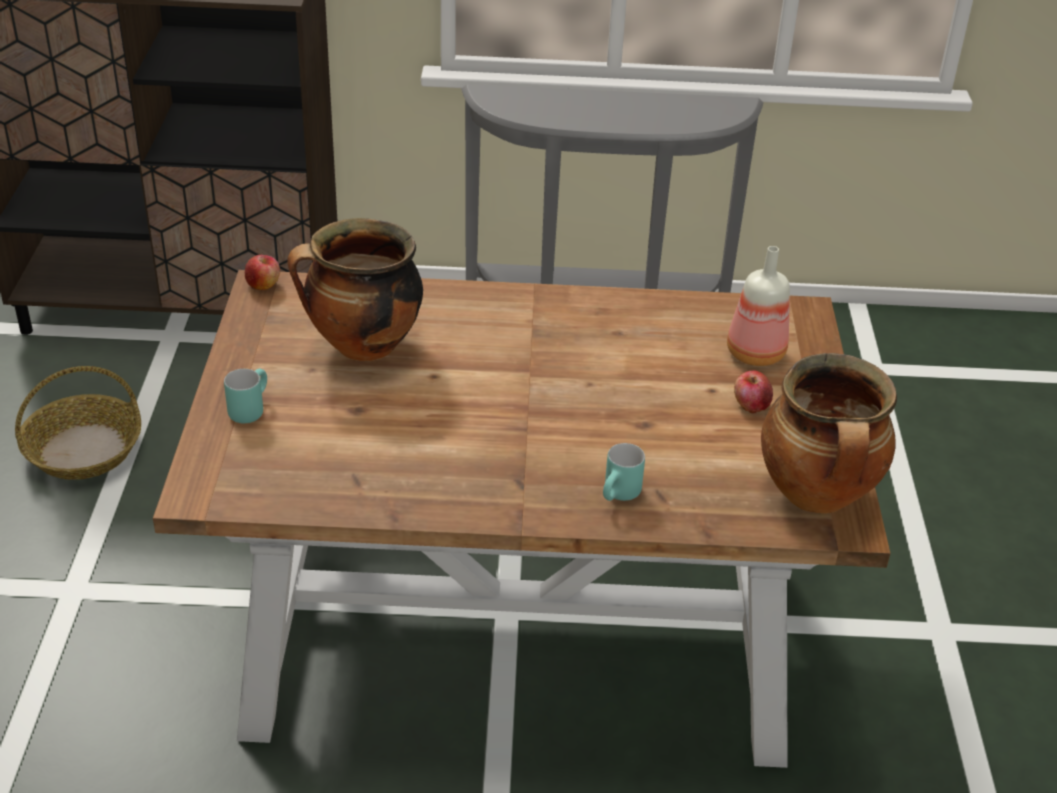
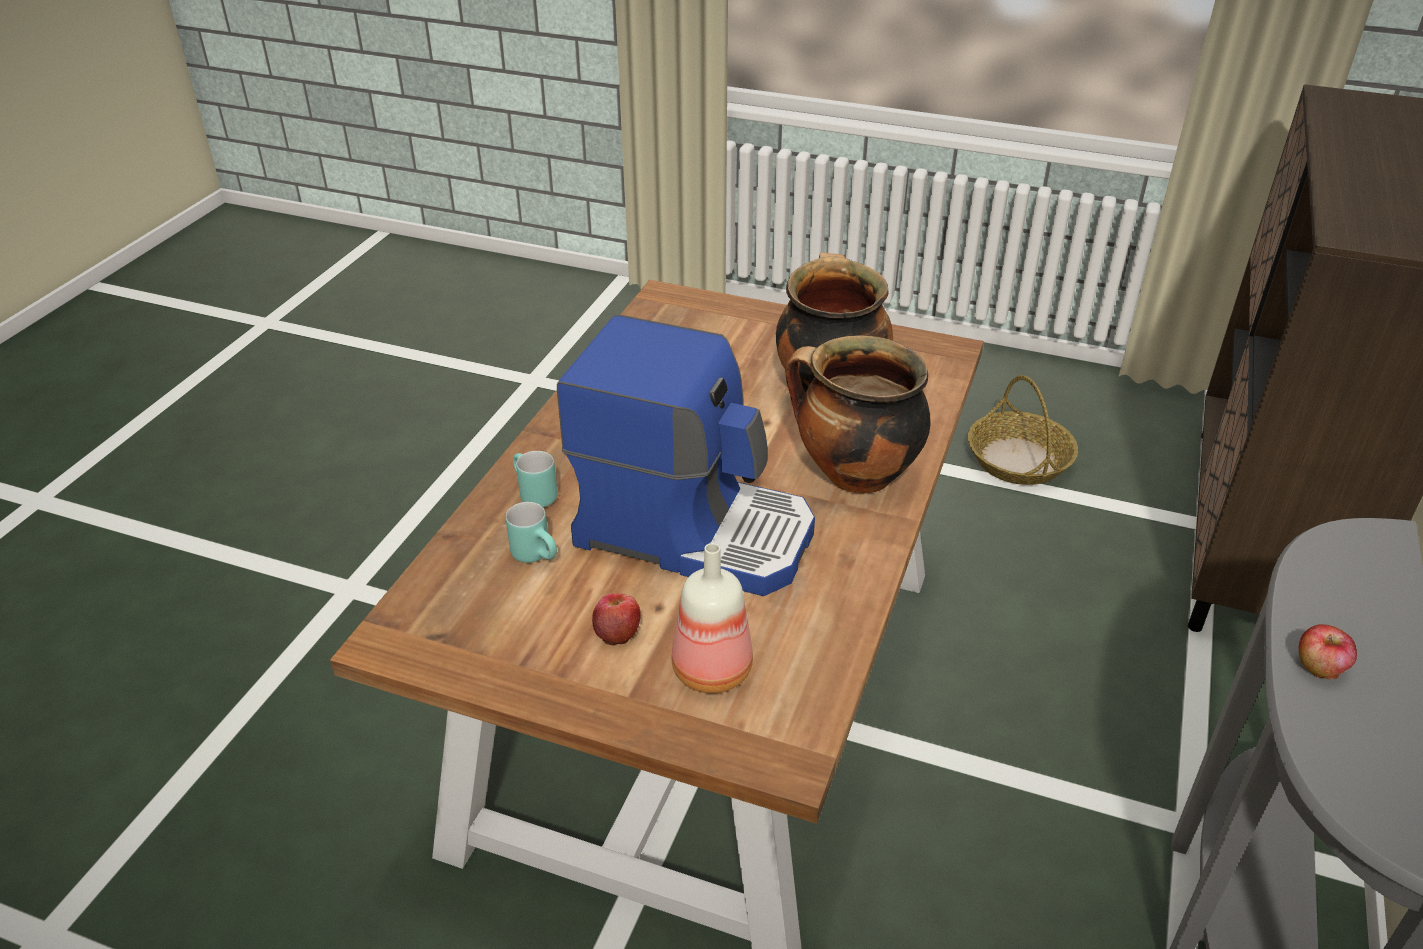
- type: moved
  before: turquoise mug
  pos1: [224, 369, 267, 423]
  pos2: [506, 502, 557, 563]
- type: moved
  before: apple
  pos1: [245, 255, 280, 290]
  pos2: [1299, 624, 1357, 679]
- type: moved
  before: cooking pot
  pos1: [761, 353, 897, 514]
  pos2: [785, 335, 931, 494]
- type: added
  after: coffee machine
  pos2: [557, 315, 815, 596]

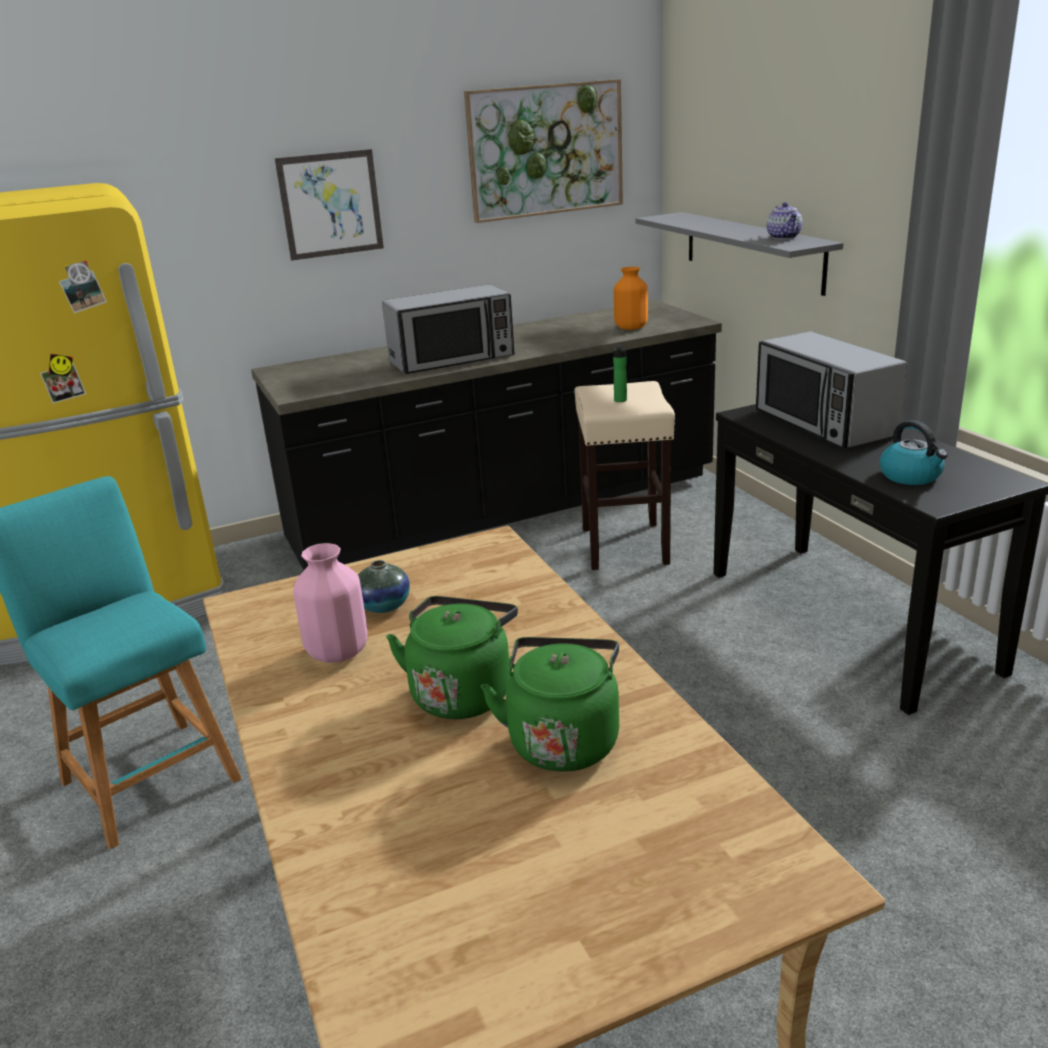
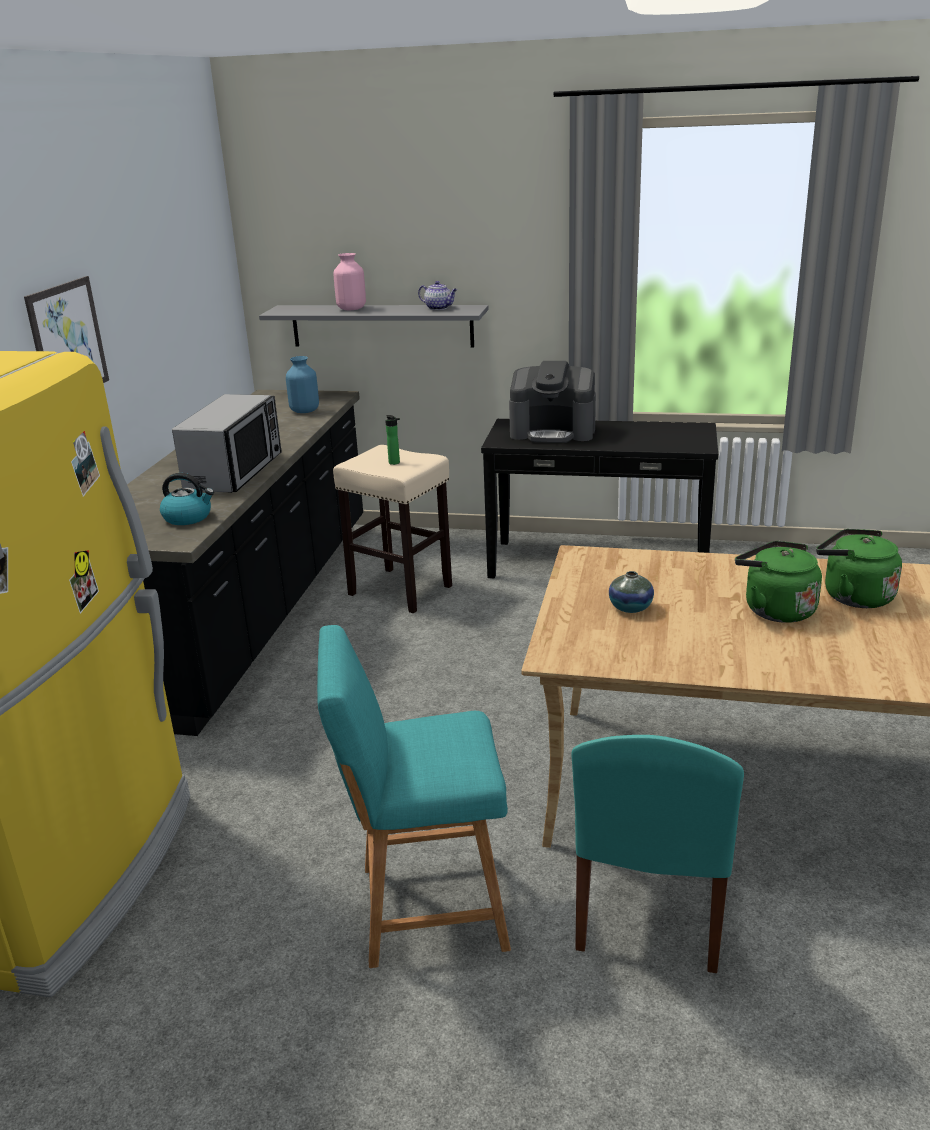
- type: moved
  before: pink vase
  pos1: [293, 543, 367, 663]
  pos2: [333, 253, 366, 310]
- type: removed
  before: picture
  pos1: [464, 79, 623, 223]
- type: recoloured
  before: orange vase
  after: blue vase
  pos1: [614, 267, 648, 330]
  pos2: [286, 356, 319, 413]
- type: replaced
  before: microwave
  after: coffee machine
  pos1: [756, 331, 907, 448]
  pos2: [509, 361, 596, 443]
- type: moved
  before: kettle
  pos1: [879, 420, 948, 485]
  pos2: [160, 473, 214, 525]
- type: added
  after: turquoise chair
  pos2: [571, 735, 744, 973]

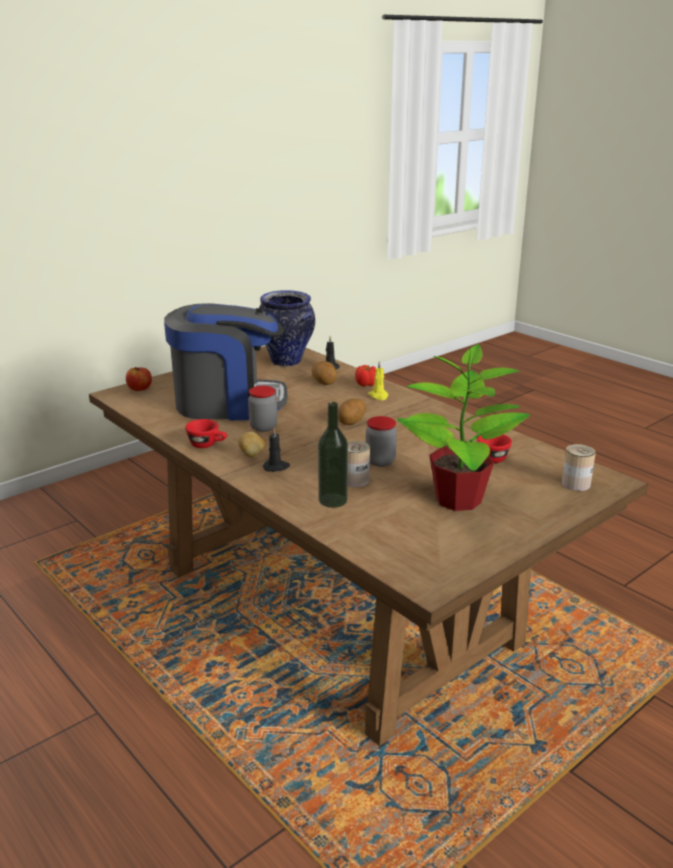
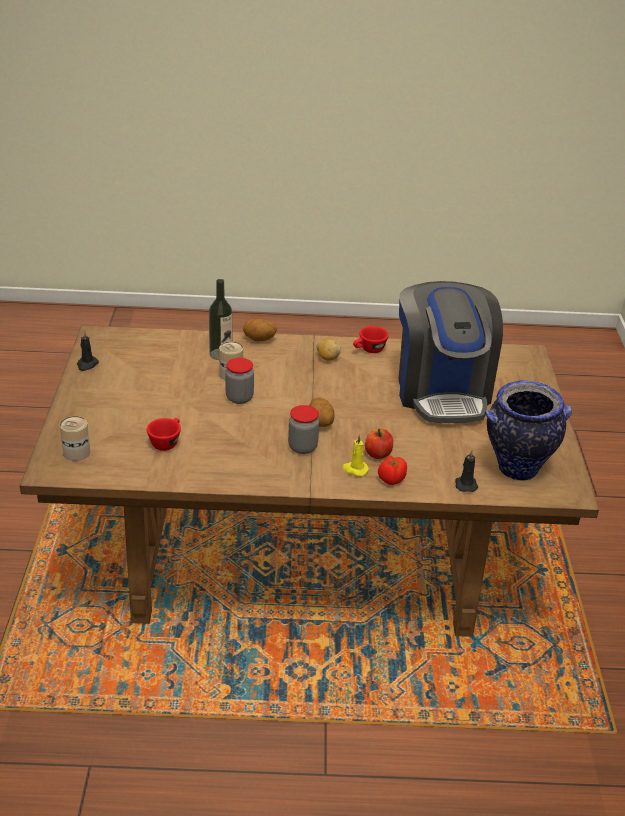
- type: moved
  before: apple
  pos1: [126, 367, 152, 391]
  pos2: [365, 429, 393, 459]
- type: turned
  before: coffee machine
  pos1: [164, 303, 287, 420]
  pos2: [399, 281, 503, 423]
  turn: -45
- type: moved
  before: jar
  pos1: [248, 386, 277, 432]
  pos2: [288, 405, 319, 454]
- type: moved
  before: black candle
  pos1: [263, 428, 290, 472]
  pos2: [77, 331, 99, 371]
- type: moved
  before: potato
  pos1: [312, 361, 337, 385]
  pos2: [243, 319, 277, 341]
- type: removed
  before: potted plant
  pos1: [397, 344, 530, 511]

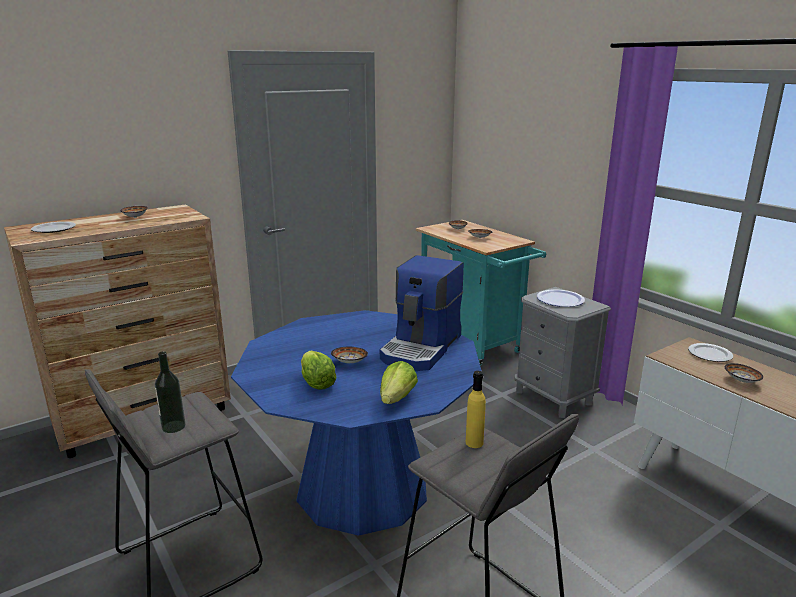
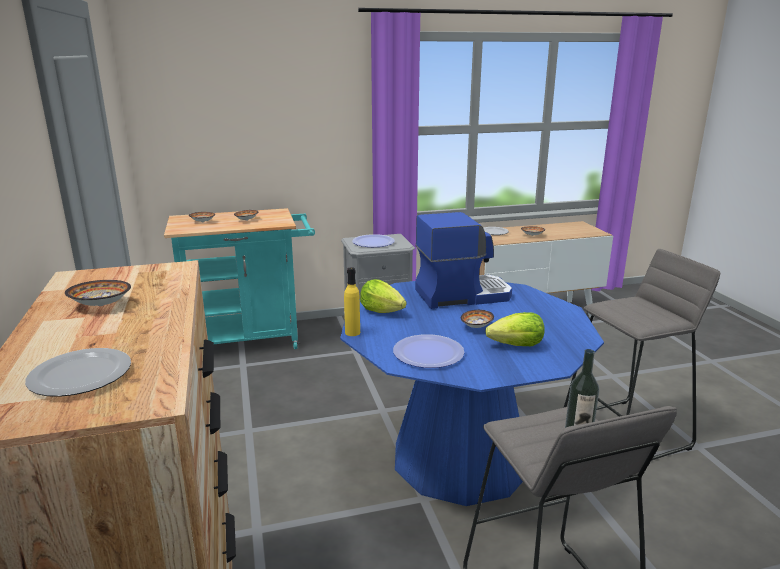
- type: turned
  before: coffee machine
  pos1: [380, 255, 464, 371]
  pos2: [415, 212, 512, 309]
  turn: -60
- type: moved
  before: lettuce
  pos1: [380, 361, 418, 404]
  pos2: [360, 279, 407, 313]
- type: moved
  before: yellow bottle
  pos1: [466, 371, 486, 448]
  pos2: [344, 267, 360, 336]
- type: added
  after: plate
  pos2: [393, 334, 464, 368]

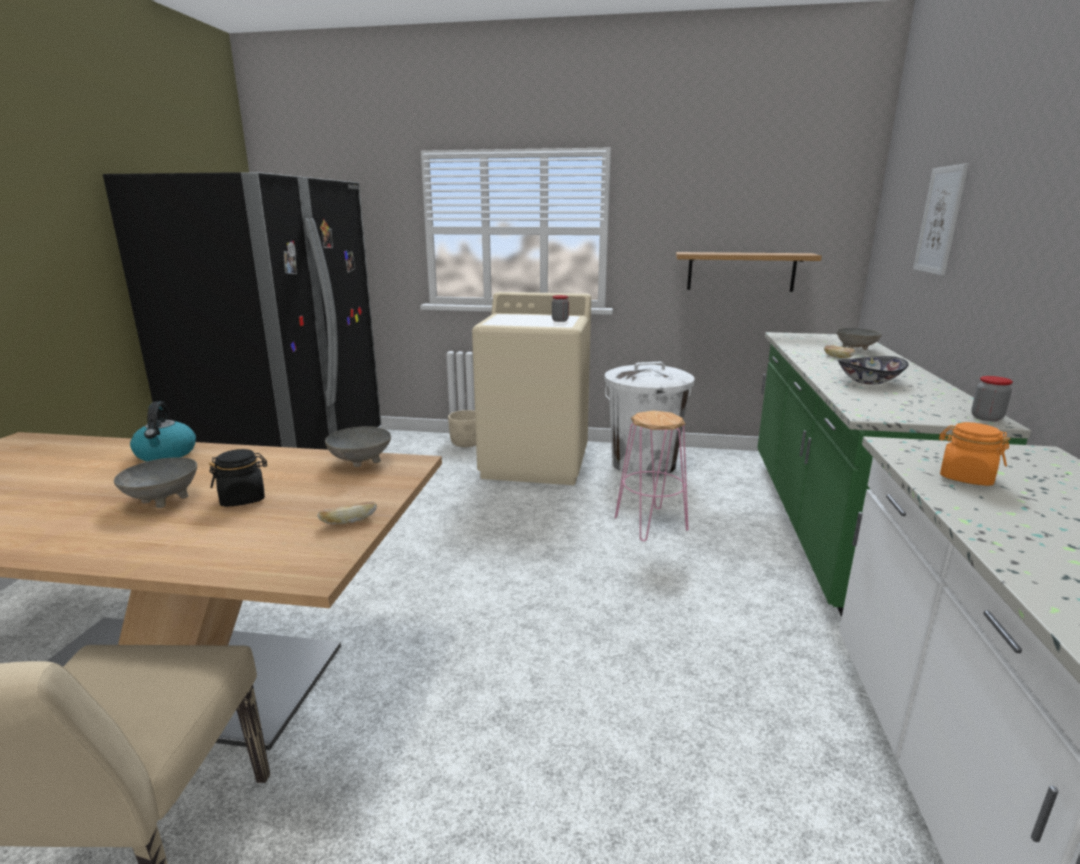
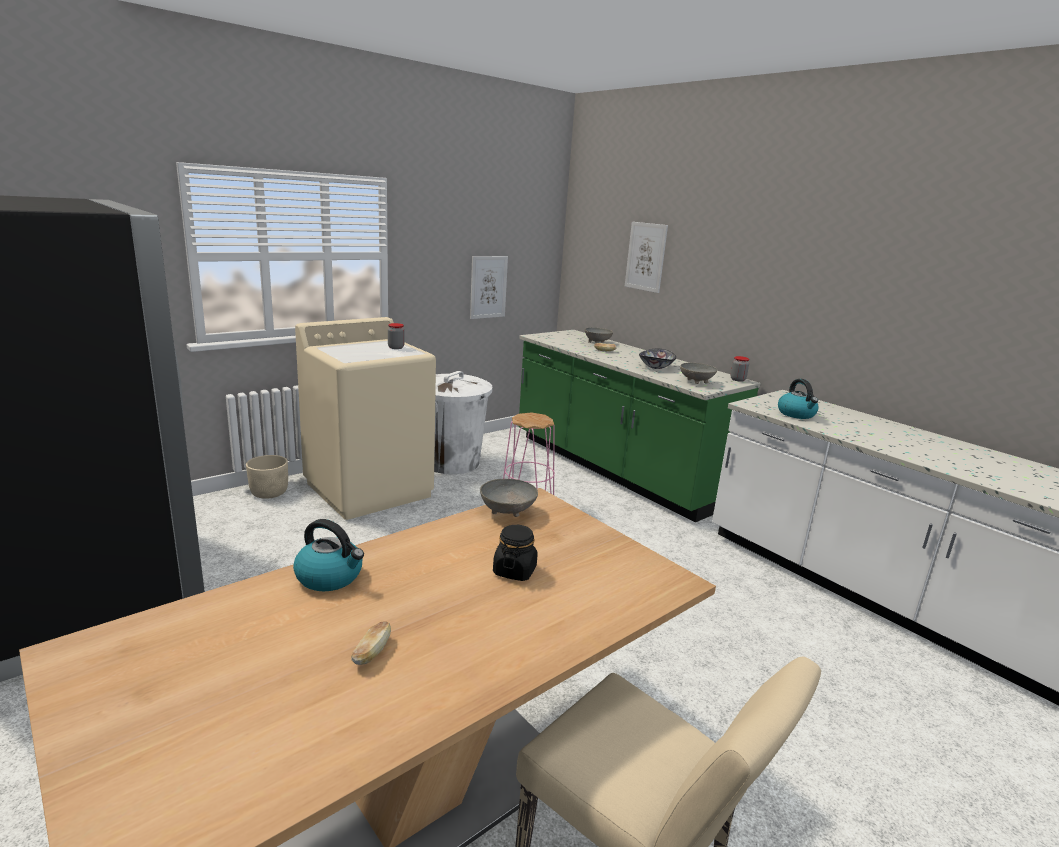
- type: moved
  before: grey bowl
  pos1: [114, 457, 197, 508]
  pos2: [680, 363, 717, 384]
- type: moved
  before: bread
  pos1: [317, 502, 377, 524]
  pos2: [351, 622, 391, 665]
- type: replaced
  before: shelf
  after: picture
  pos1: [676, 252, 822, 292]
  pos2: [470, 256, 508, 319]
- type: replaced
  before: orange jar
  after: kettle
  pos1: [939, 422, 1011, 486]
  pos2: [778, 379, 818, 419]

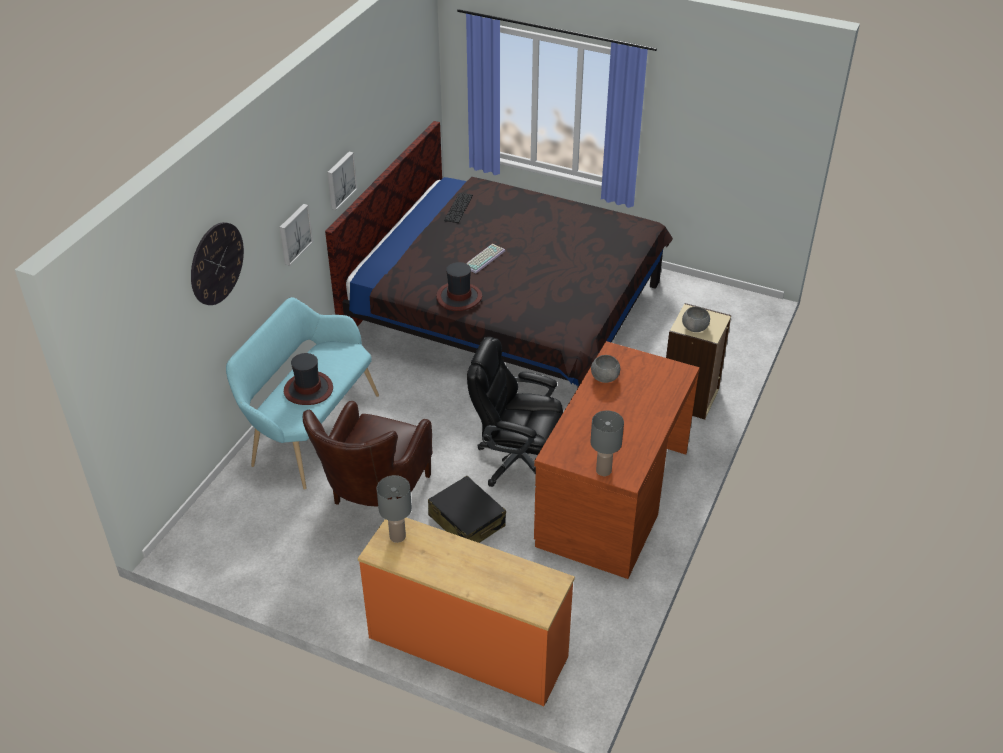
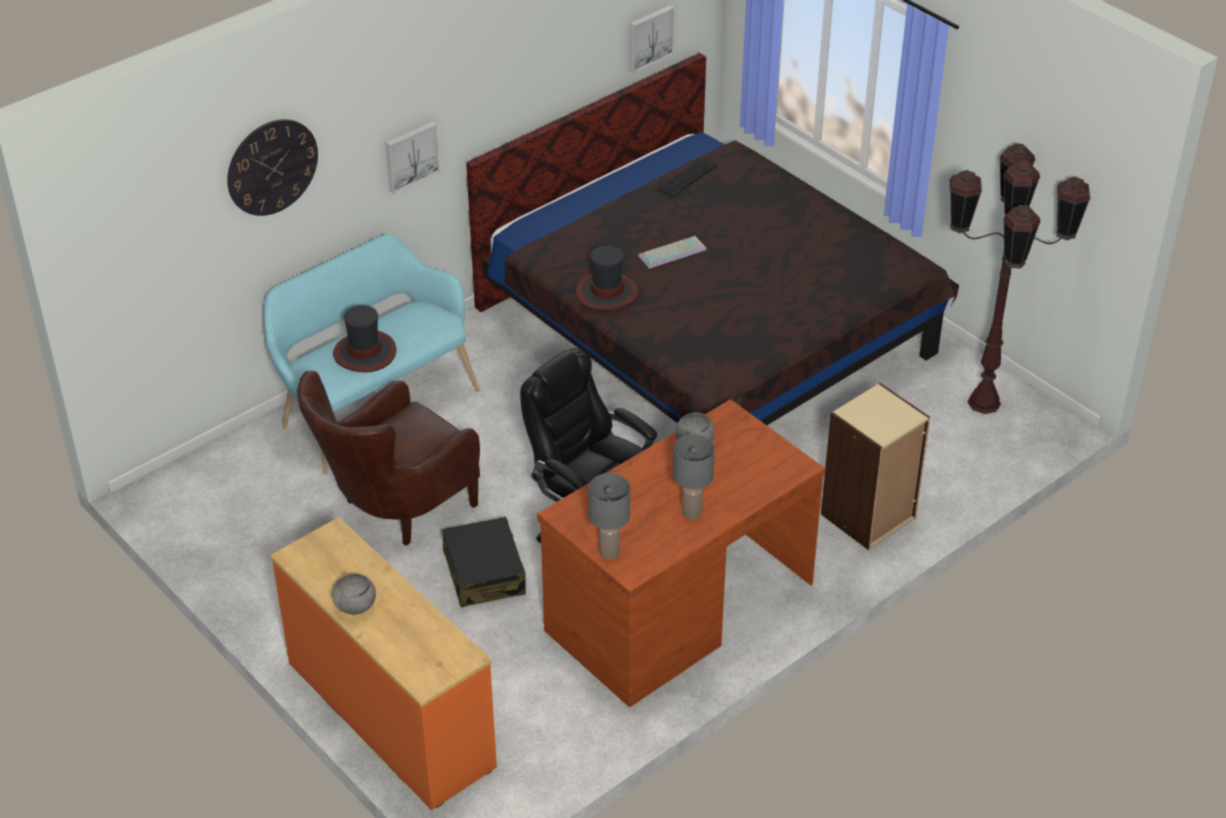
- type: moved
  before: picture
  pos1: [327, 151, 357, 210]
  pos2: [629, 5, 675, 73]
- type: moved
  before: grey table lamp
  pos1: [377, 475, 412, 543]
  pos2: [673, 434, 715, 519]
- type: moved
  before: grey bowl
  pos1: [682, 307, 710, 332]
  pos2: [332, 573, 376, 614]
- type: added
  after: brown floor lamp
  pos2: [950, 144, 1090, 414]

